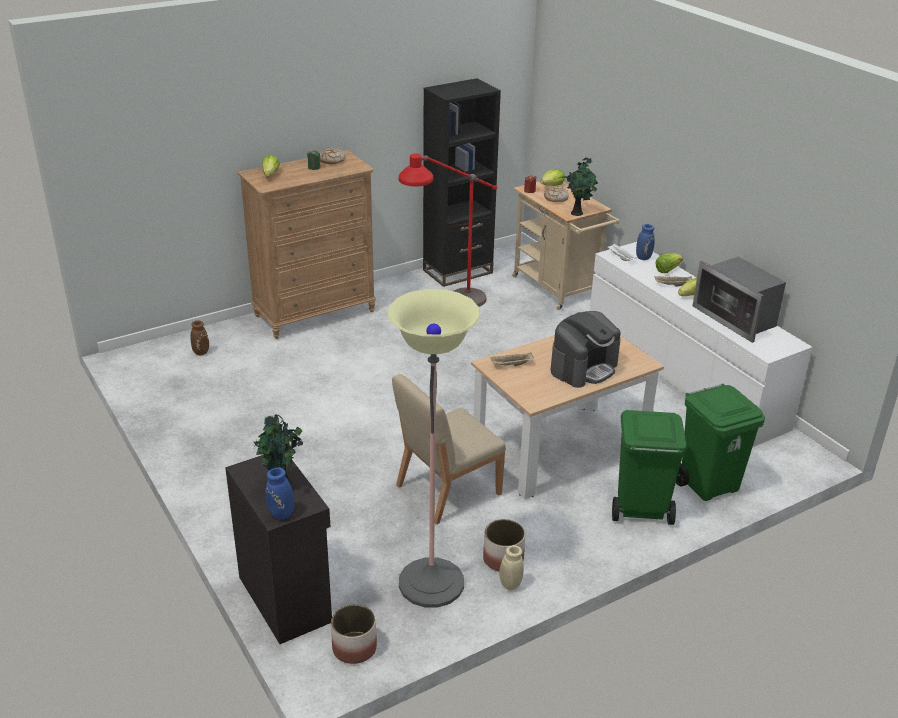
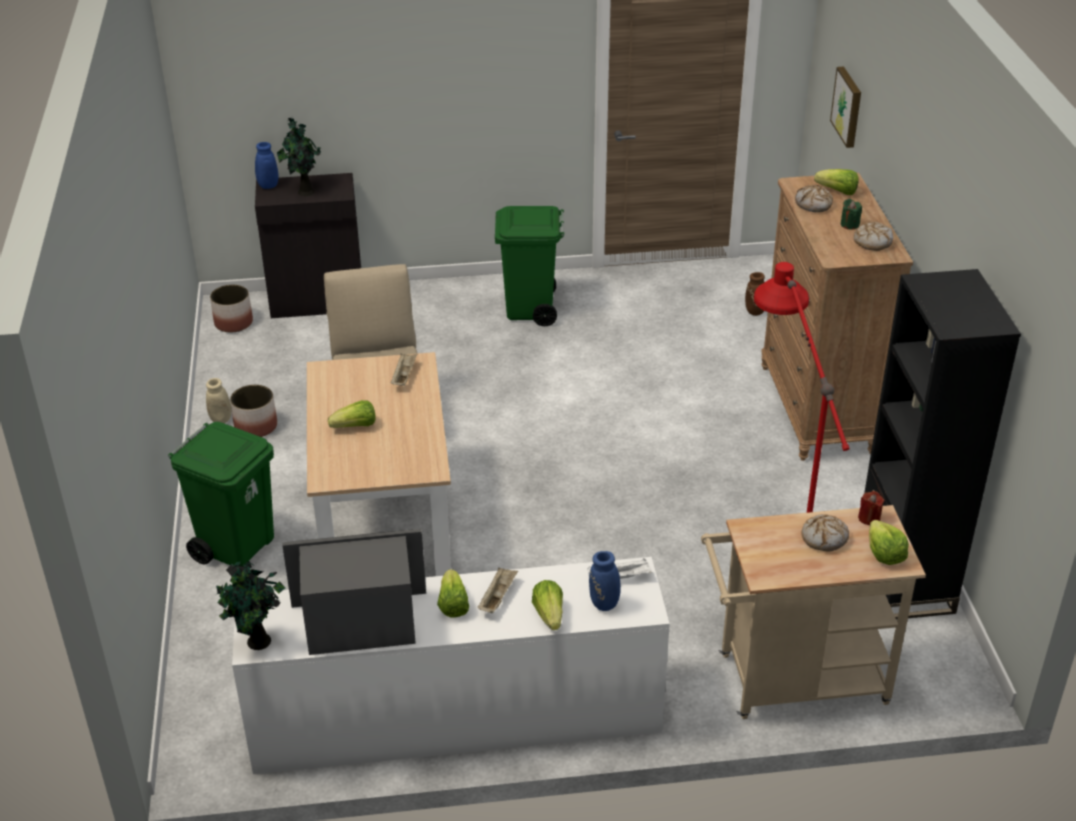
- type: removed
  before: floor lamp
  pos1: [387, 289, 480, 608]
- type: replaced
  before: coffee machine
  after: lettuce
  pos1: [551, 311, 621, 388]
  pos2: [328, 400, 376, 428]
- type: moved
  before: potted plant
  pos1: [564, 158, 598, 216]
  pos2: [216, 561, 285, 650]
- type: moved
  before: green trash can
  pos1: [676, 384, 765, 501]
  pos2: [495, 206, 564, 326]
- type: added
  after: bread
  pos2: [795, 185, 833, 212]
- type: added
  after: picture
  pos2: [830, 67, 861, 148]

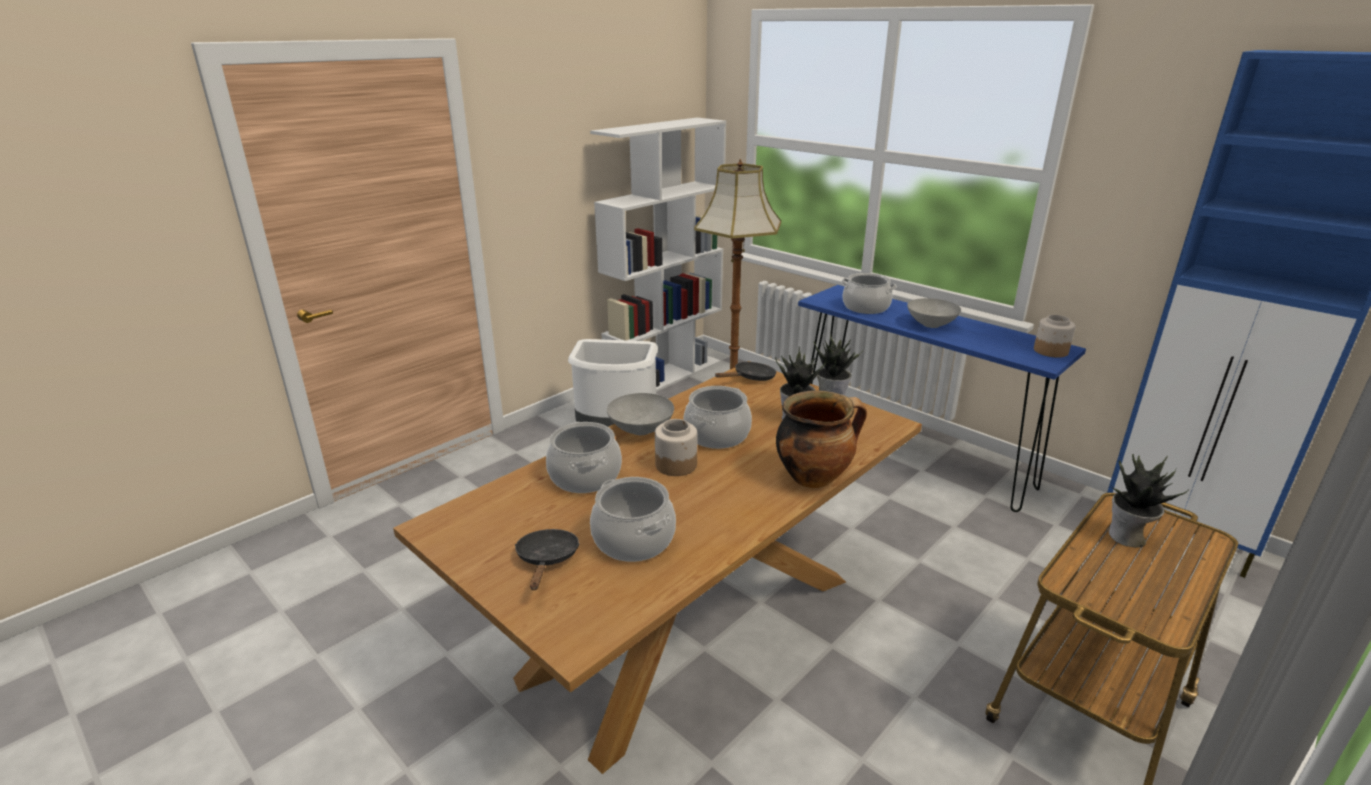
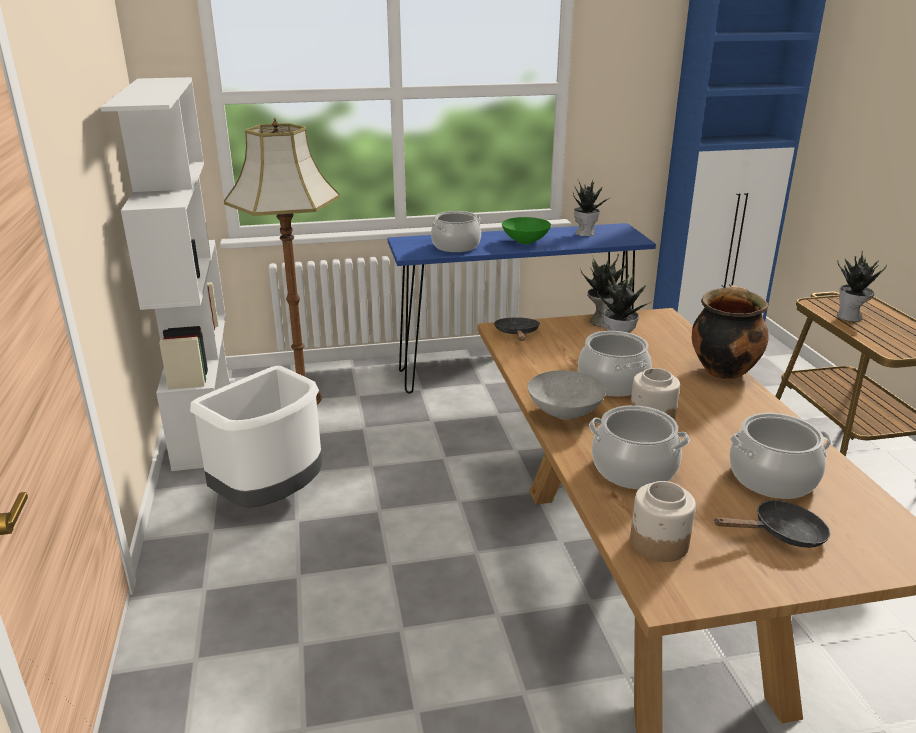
- type: turned
  before: black frying pan
  pos1: [515, 529, 580, 590]
  pos2: [714, 500, 830, 548]
  turn: 135
- type: recoloured
  before: grey bowl
  after: green bowl
  pos1: [907, 298, 961, 328]
  pos2: [502, 217, 551, 244]
- type: moved
  before: jar
  pos1: [1034, 315, 1075, 358]
  pos2: [630, 481, 696, 562]
- type: added
  after: potted plant
  pos2: [573, 180, 612, 236]

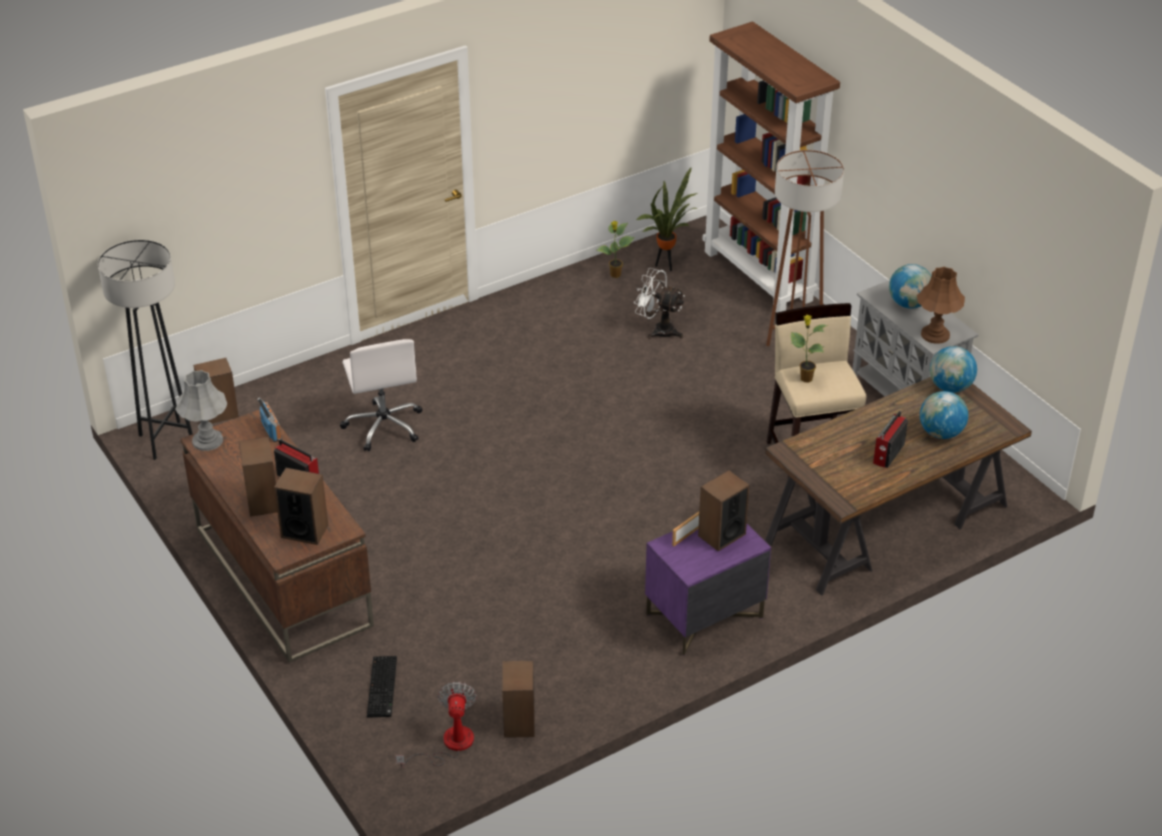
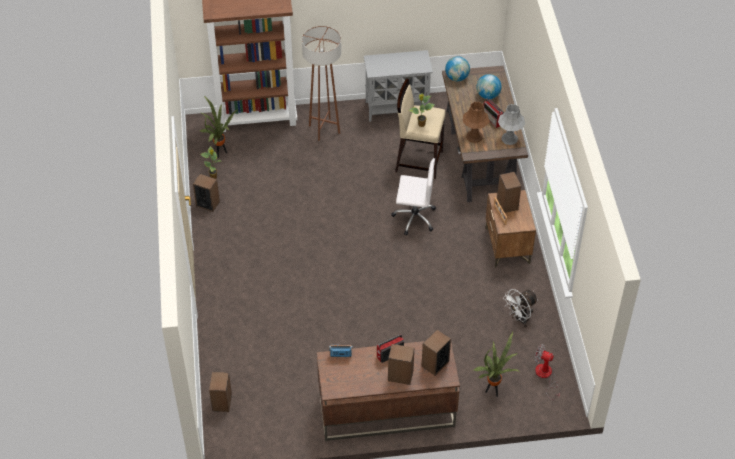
- type: removed
  before: grey floor lamp
  pos1: [98, 240, 193, 460]
- type: moved
  before: grey table lamp
  pos1: [175, 370, 227, 451]
  pos2: [498, 104, 525, 145]
- type: moved
  before: white office chair
  pos1: [340, 339, 422, 451]
  pos2: [391, 158, 436, 236]
- type: replaced
  before: keyboard
  after: potted plant
  pos1: [367, 656, 397, 718]
  pos2: [474, 332, 520, 397]
- type: moved
  before: speaker
  pos1: [502, 661, 535, 738]
  pos2: [193, 174, 220, 212]
- type: moved
  before: white fan
  pos1: [634, 268, 685, 339]
  pos2: [503, 289, 538, 328]
- type: recoloured
  before: purple nightstand
  after: brown nightstand
  pos1: [645, 524, 771, 656]
  pos2: [486, 190, 536, 268]
- type: removed
  before: globe
  pos1: [889, 264, 931, 309]
- type: moved
  before: brown table lamp
  pos1: [917, 267, 965, 344]
  pos2: [463, 102, 490, 143]

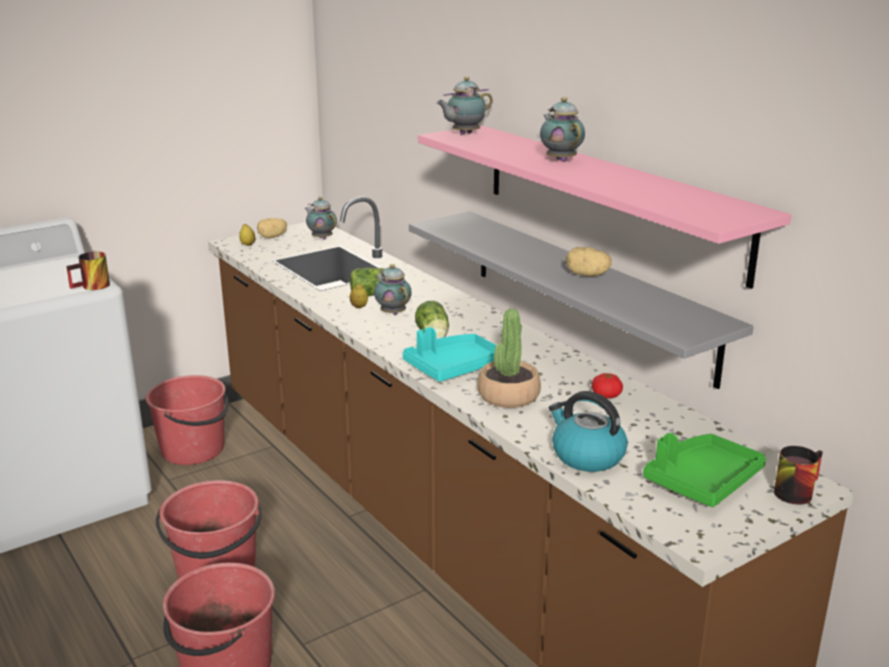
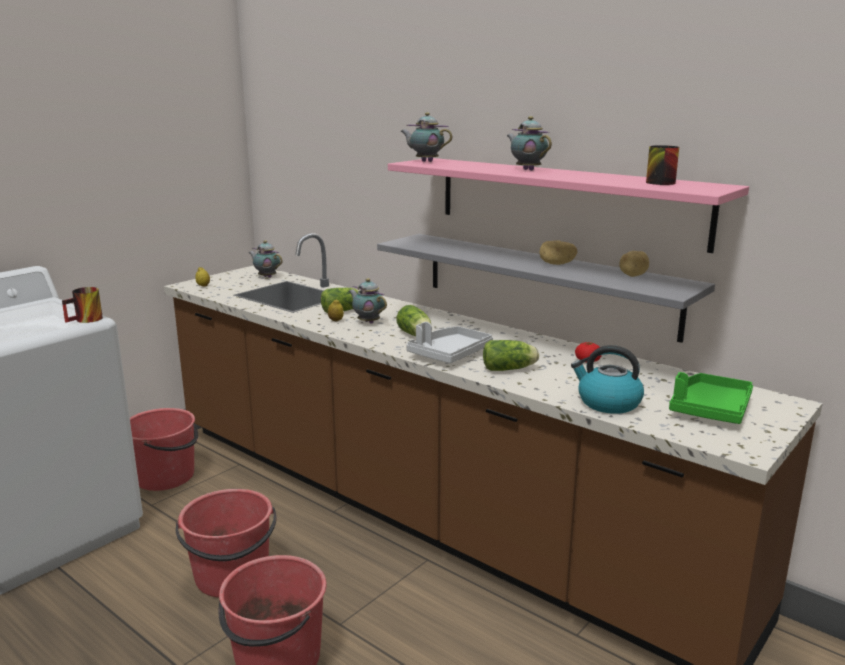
- type: moved
  before: potato
  pos1: [257, 218, 287, 238]
  pos2: [619, 251, 649, 277]
- type: recoloured
  before: turquoise tray
  after: grey tray
  pos1: [403, 327, 496, 382]
  pos2: [406, 322, 493, 363]
- type: turned
  before: teapot
  pos1: [437, 76, 493, 135]
  pos2: [400, 112, 452, 162]
  turn: 75
- type: replaced
  before: potted plant
  after: lettuce
  pos1: [478, 309, 541, 408]
  pos2: [483, 340, 539, 371]
- type: moved
  before: mug
  pos1: [774, 446, 823, 505]
  pos2: [646, 145, 679, 185]

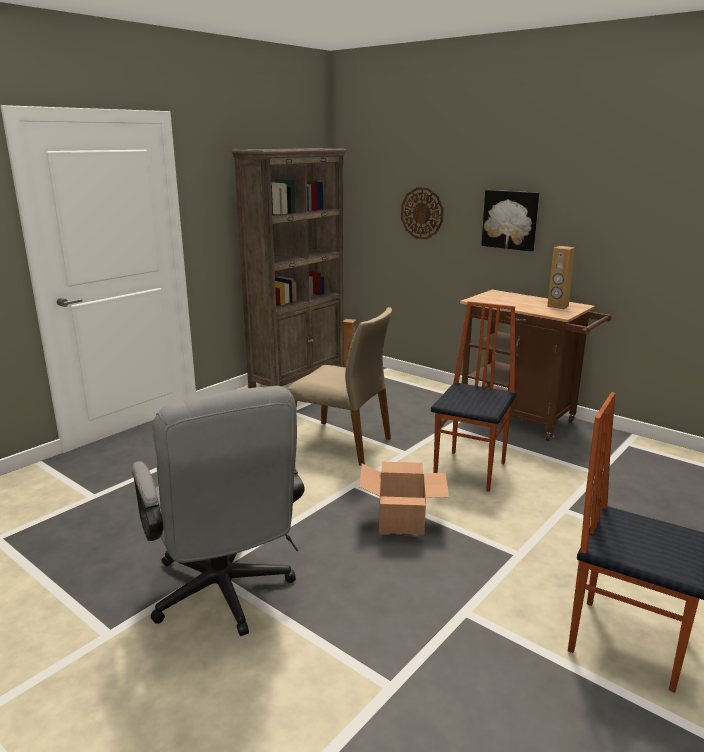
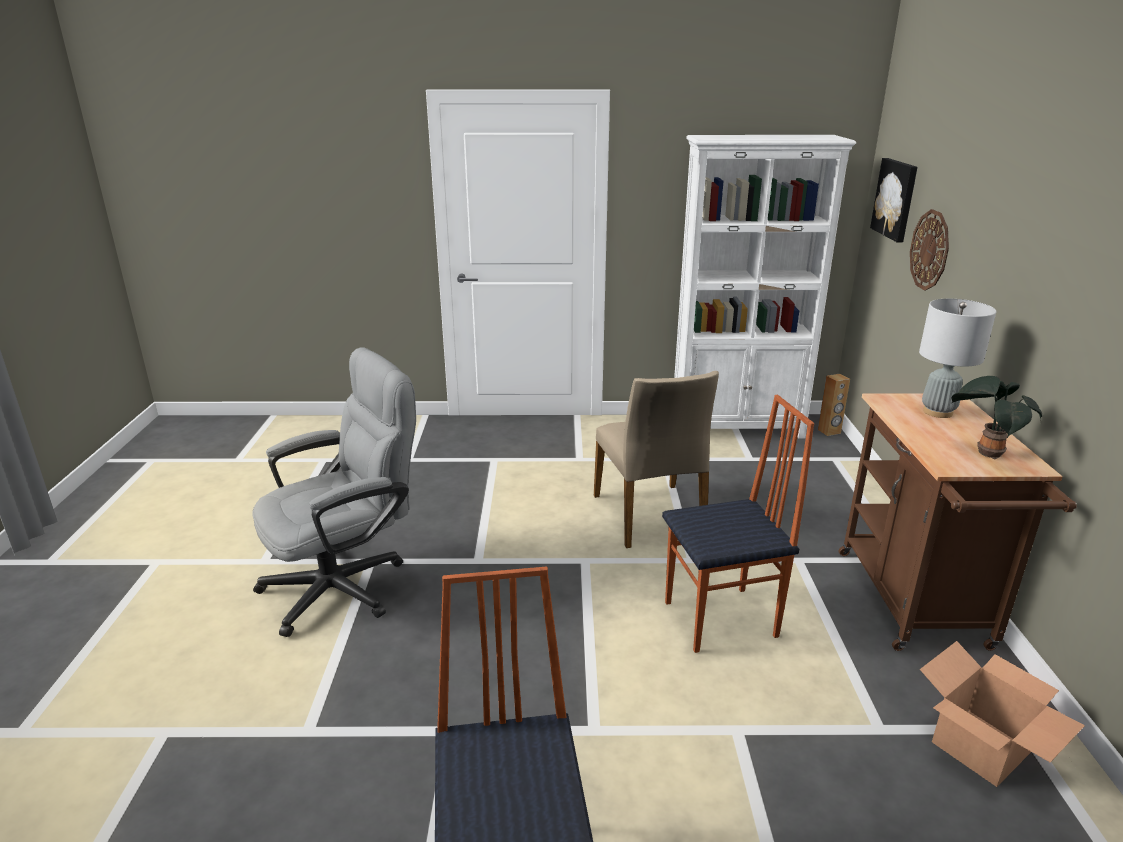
- type: turned
  before: grey office chair
  pos1: [132, 386, 305, 636]
  pos2: [252, 348, 416, 637]
  turn: -150
- type: recoloured
  before: brown bookcase
  after: white bookcase
  pos1: [231, 148, 347, 388]
  pos2: [674, 135, 856, 438]
- type: moved
  before: cardboard box
  pos1: [359, 462, 449, 535]
  pos2: [920, 641, 1085, 787]
- type: moved
  before: picture
  pos1: [481, 190, 539, 251]
  pos2: [870, 158, 918, 242]
- type: replaced
  before: brown speaker
  after: potted plant
  pos1: [547, 246, 575, 309]
  pos2: [952, 376, 1042, 459]
- type: added
  after: grey table lamp
  pos2: [919, 299, 996, 418]

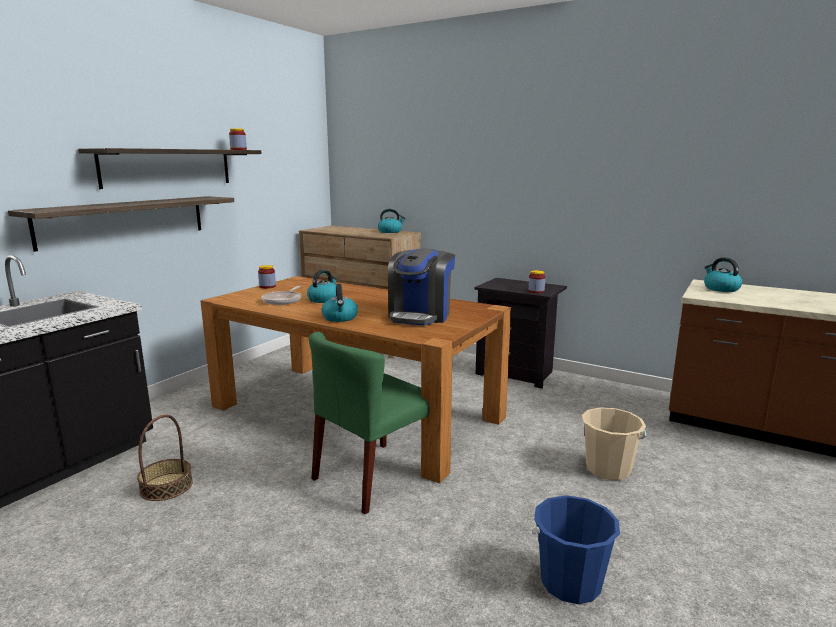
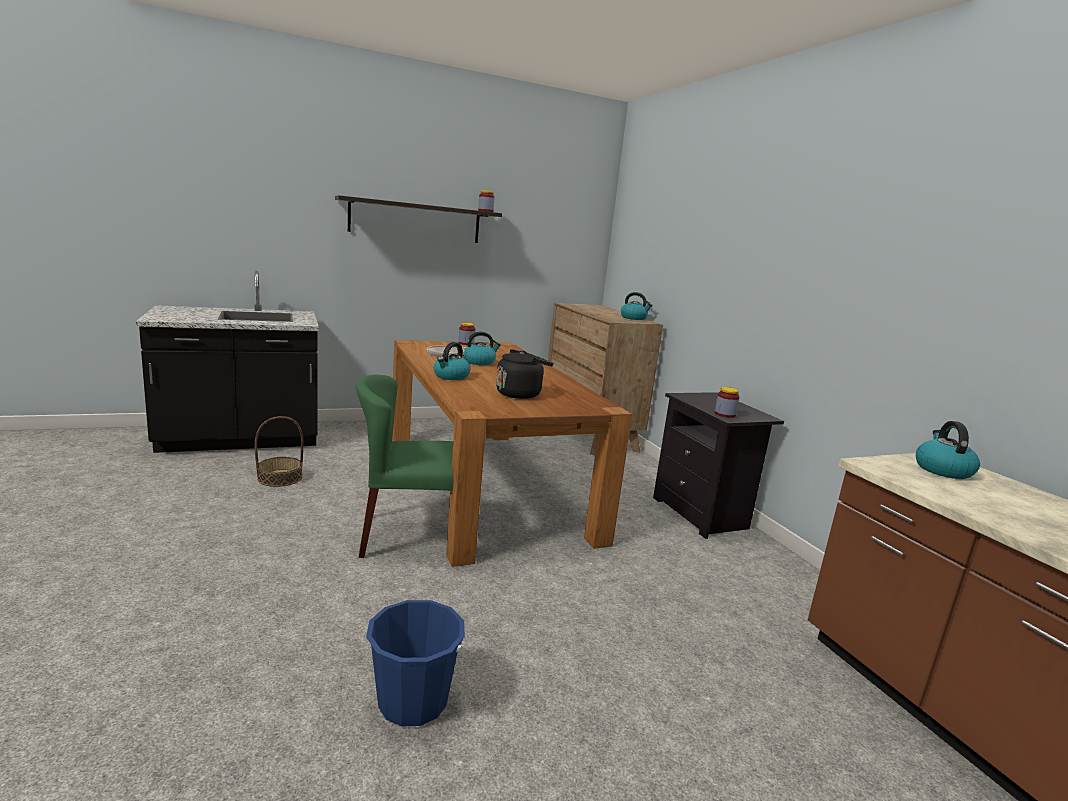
- type: removed
  before: shelf
  pos1: [8, 196, 234, 252]
- type: replaced
  before: coffee machine
  after: black kettle
  pos1: [388, 248, 455, 325]
  pos2: [496, 349, 554, 399]
- type: removed
  before: beige bucket
  pos1: [582, 407, 646, 480]

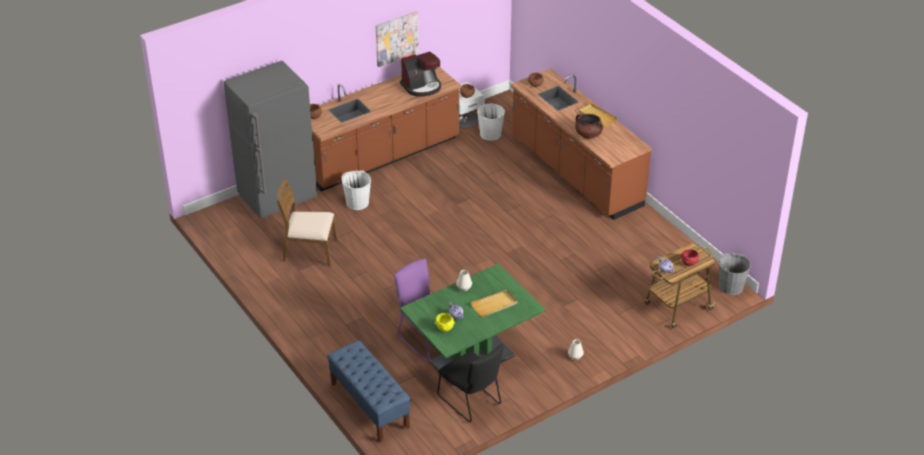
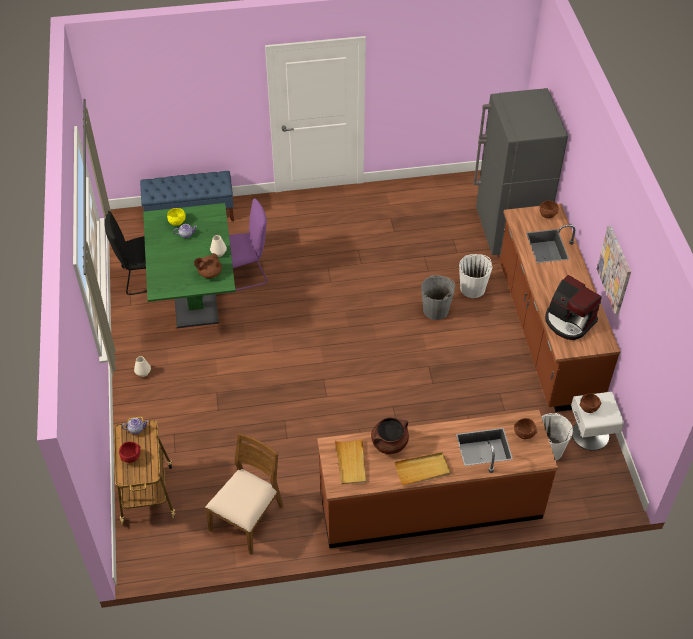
- type: moved
  before: brown chair
  pos1: [277, 178, 337, 266]
  pos2: [205, 433, 283, 555]
- type: turned
  before: coffee machine
  pos1: [400, 52, 441, 97]
  pos2: [545, 275, 602, 340]
  turn: -45
- type: moved
  before: beige tray
  pos1: [471, 290, 517, 317]
  pos2: [335, 438, 366, 485]
- type: moved
  before: grey bucket
  pos1: [719, 253, 751, 295]
  pos2: [421, 275, 455, 320]
- type: added
  after: brown teapot
  pos2: [194, 253, 222, 278]

